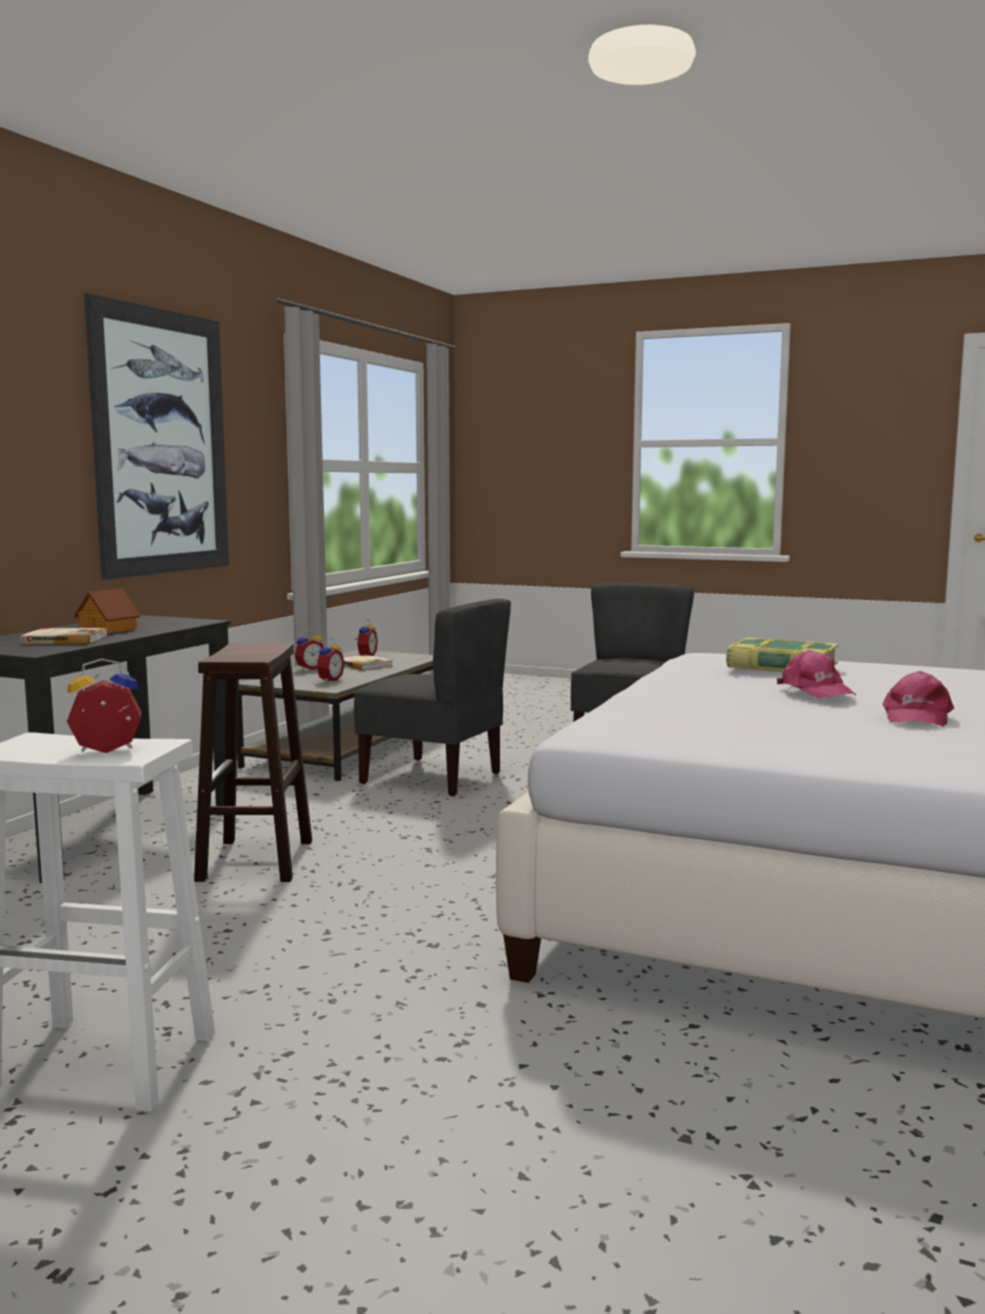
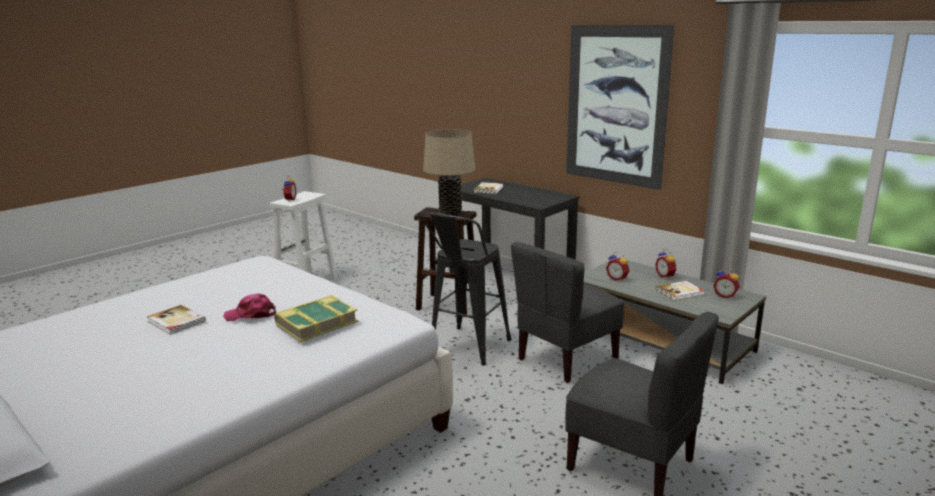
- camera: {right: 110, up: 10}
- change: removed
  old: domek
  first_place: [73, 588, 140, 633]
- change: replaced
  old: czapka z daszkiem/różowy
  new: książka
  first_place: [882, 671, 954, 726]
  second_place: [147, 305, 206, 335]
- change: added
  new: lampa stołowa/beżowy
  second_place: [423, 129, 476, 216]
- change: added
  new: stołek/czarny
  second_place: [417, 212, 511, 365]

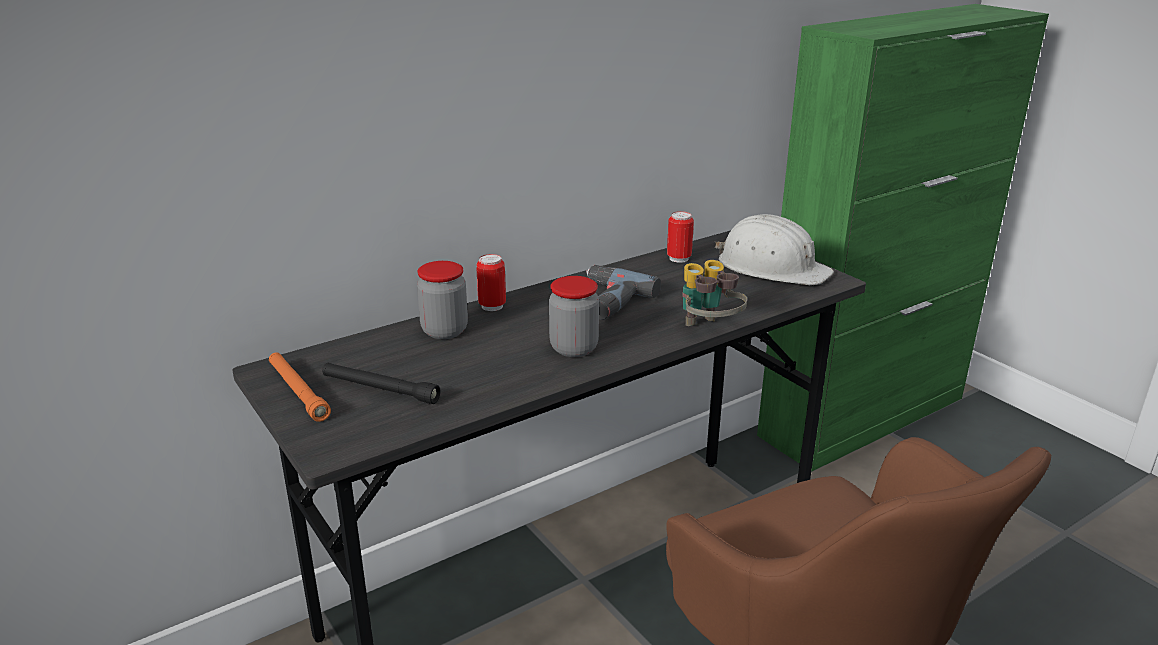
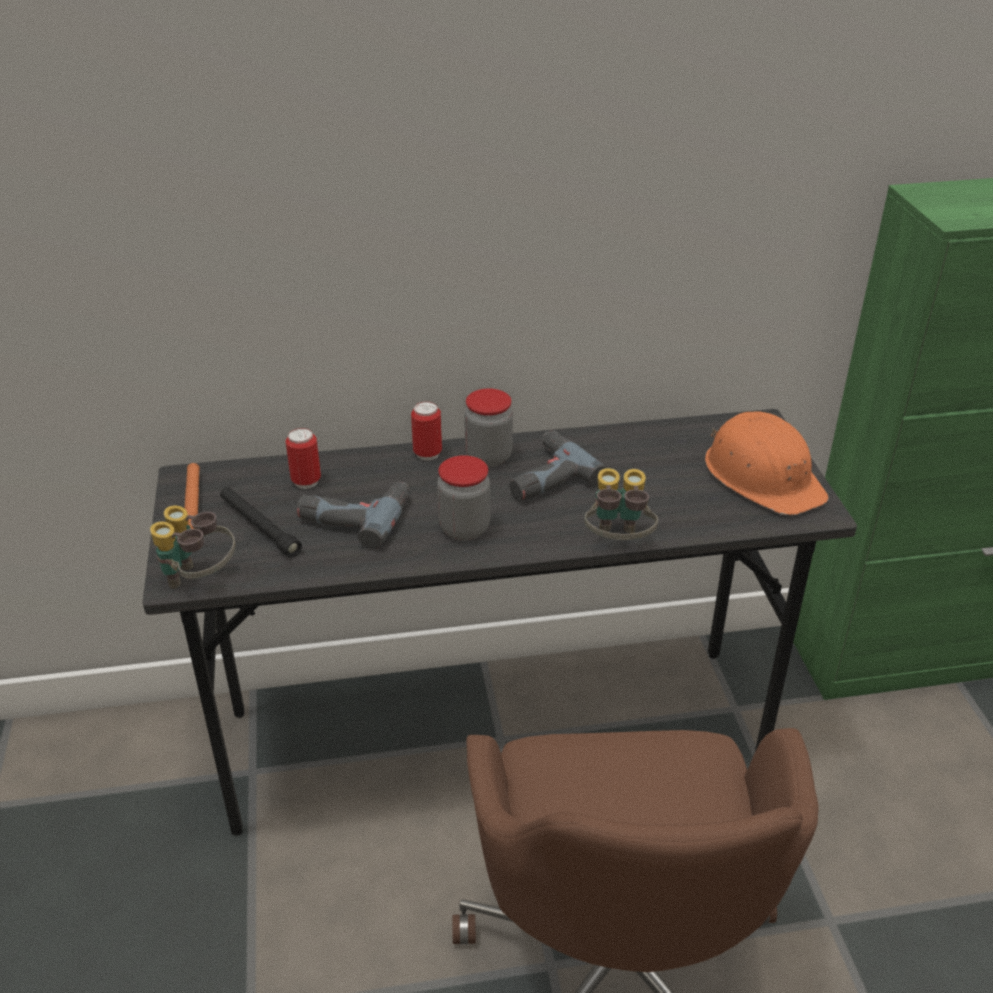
- camera: {right: 25, up: 10}
- change: moved
  old: puszka
  first_place: [667, 211, 694, 263]
  second_place: [285, 428, 321, 489]
- change: recoloured
  old: kask/biały
  new: kask/pomarańczowy
  first_place: [715, 214, 834, 285]
  second_place: [705, 411, 829, 515]
- change: moved
  old: słoik
  first_place: [417, 261, 468, 339]
  second_place: [464, 388, 513, 467]
- change: added
  new: wiertarka
  second_place: [296, 482, 410, 549]
- change: added
  new: lornetka
  second_place: [150, 505, 235, 589]

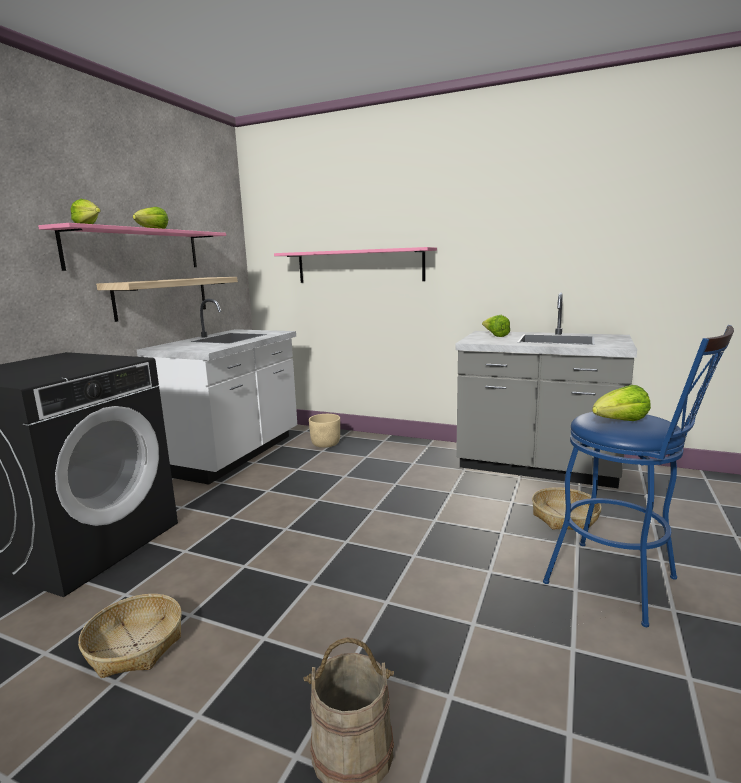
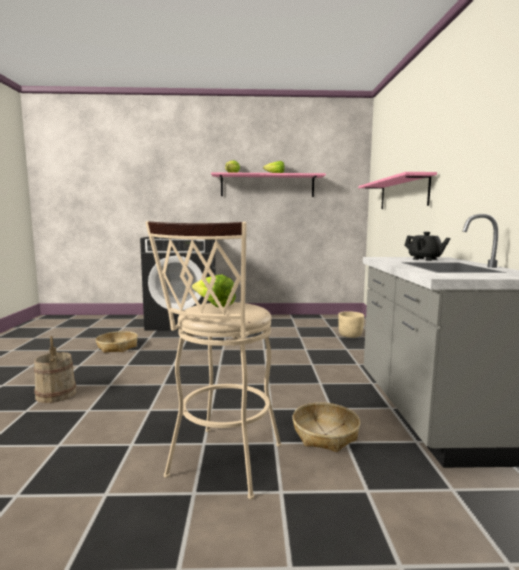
- camera: {right: 65, up: -5}
- change: removed
  old: półka
  first_place: [96, 277, 238, 322]
- change: removed
  old: zabudowa kuchenna/biały
  first_place: [137, 299, 297, 485]
- change: replaced
  old: sałata
  new: imbryk/czarny
  first_place: [482, 315, 510, 337]
  second_place: [405, 232, 451, 261]
- change: recoloured
  old: stołek/niebieski
  new: stołek/beżowy
  first_place: [543, 325, 734, 627]
  second_place: [145, 221, 282, 500]

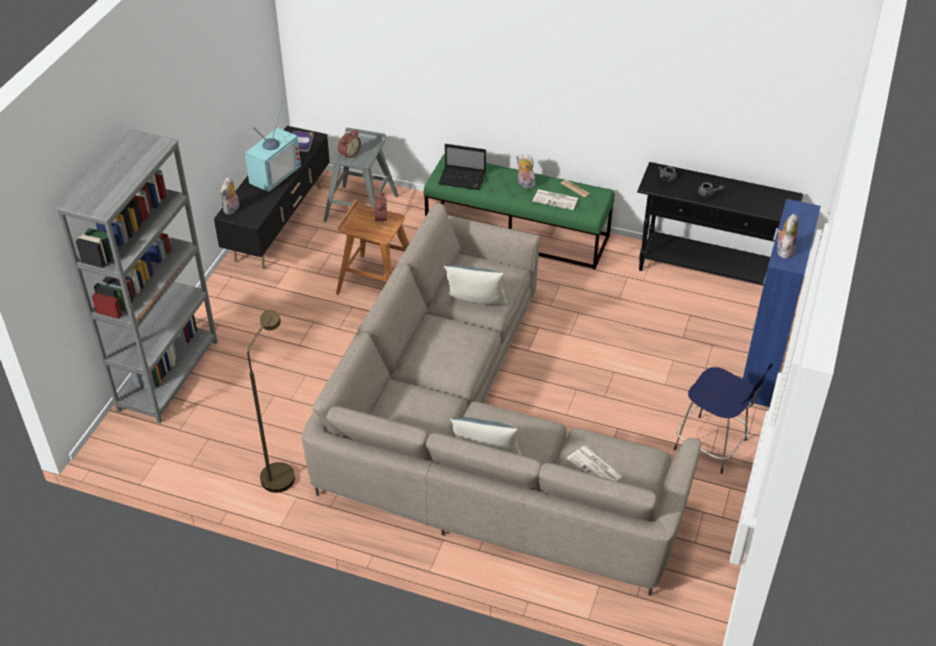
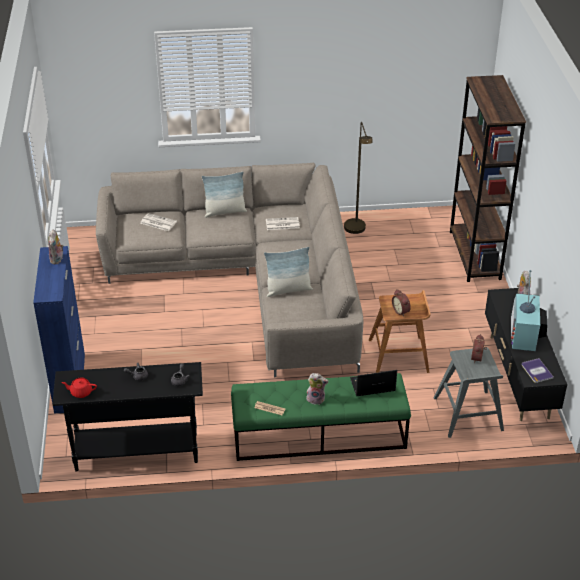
- camera: {right: 155, up: -5}
- change: recoloured
  old: regał/szary
  new: regał/brązowy
  first_place: [56, 129, 218, 423]
  second_place: [450, 75, 526, 282]
- change: moved
  old: gazeta
  first_place: [533, 189, 579, 210]
  second_place: [266, 217, 300, 230]
- change: removed
  old: stołek/niebieski
  first_place: [674, 363, 772, 474]
- change: added
  new: imbryk/czerwony
  second_place: [61, 378, 97, 398]

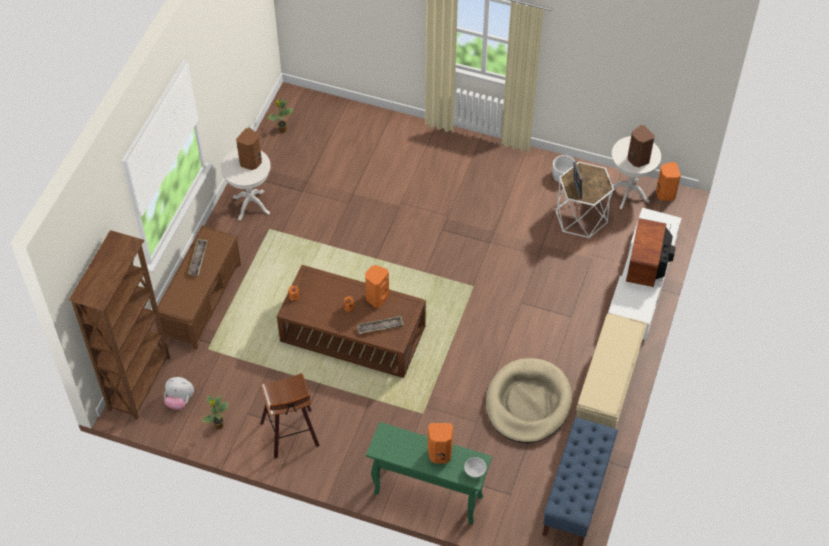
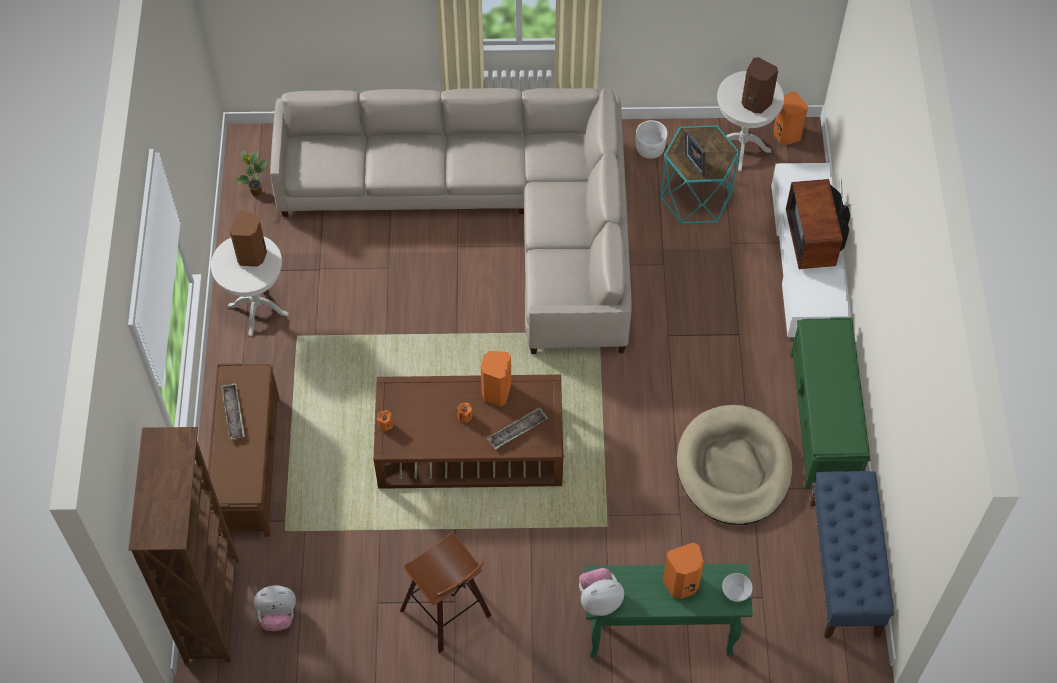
- camera: {right: -20, up: 5}
- change: recoloured
  old: stolik/biały
  new: stolik/turkusowy
  first_place: [555, 162, 614, 238]
  second_place: [660, 125, 740, 224]
- change: recoloured
  old: ławka/beżowy
  new: ławka/zielony
  first_place: [576, 314, 647, 429]
  second_place: [791, 317, 870, 489]
- change: removed
  old: roślina doniczkowa
  first_place: [202, 395, 229, 430]
- change: added
  new: kanapa/beżowy
  second_place: [270, 88, 632, 354]
- change: added
  new: pluszak
  second_place: [579, 568, 624, 616]

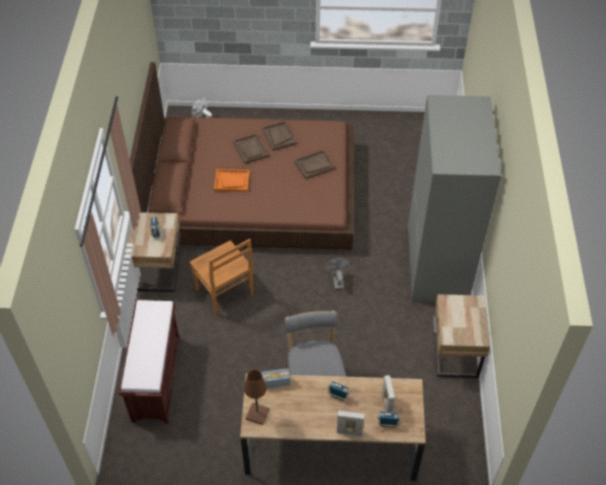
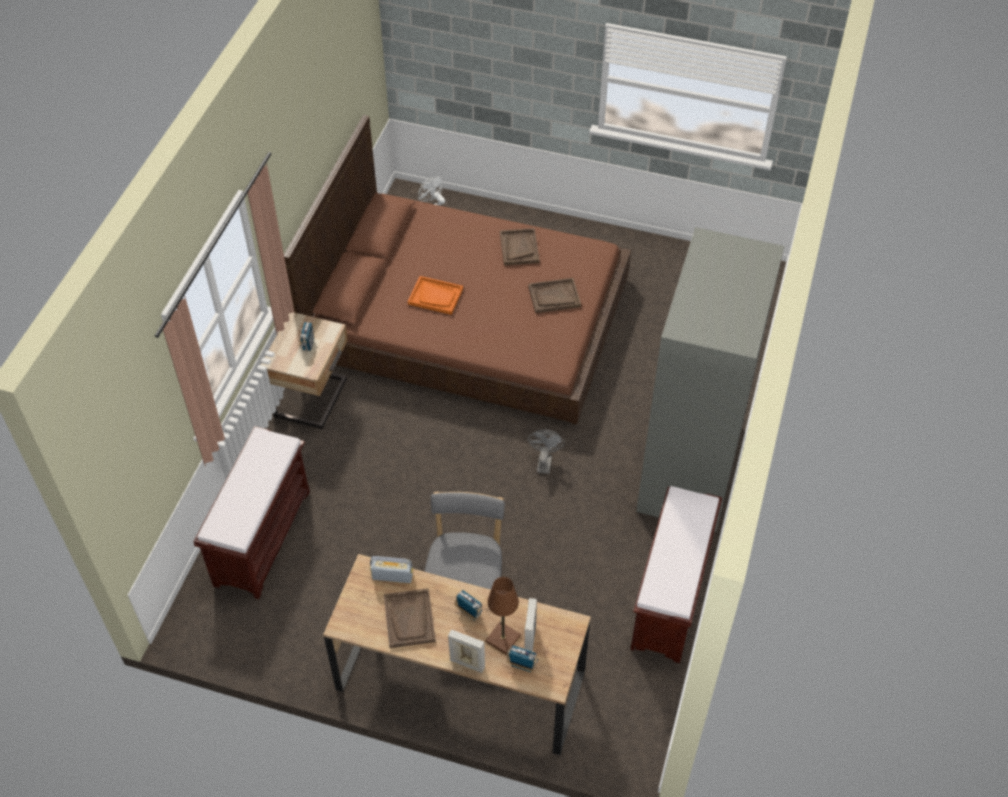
- camera: {right: 15, up: 0}
- change: moved
  old: taca/brązowy
  first_place: [233, 133, 269, 164]
  second_place: [384, 588, 436, 648]
- change: removed
  old: krzesło/brązowy
  first_place: [190, 239, 253, 316]
- change: replaced
  old: szafka nocna/beżowy
  new: ławka/brązowy
  first_place: [433, 294, 490, 378]
  second_place: [630, 486, 722, 663]
- change: moved
  old: lampa stołowa/brązowy
  first_place: [244, 370, 269, 425]
  second_place: [486, 577, 521, 655]

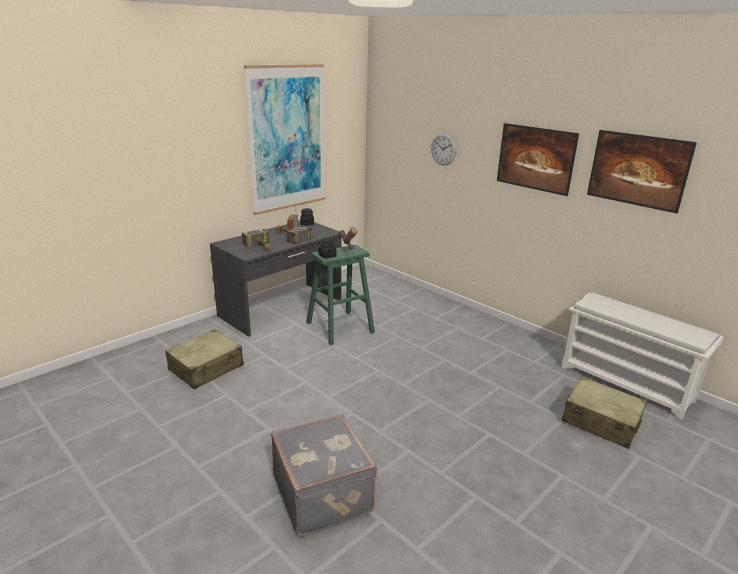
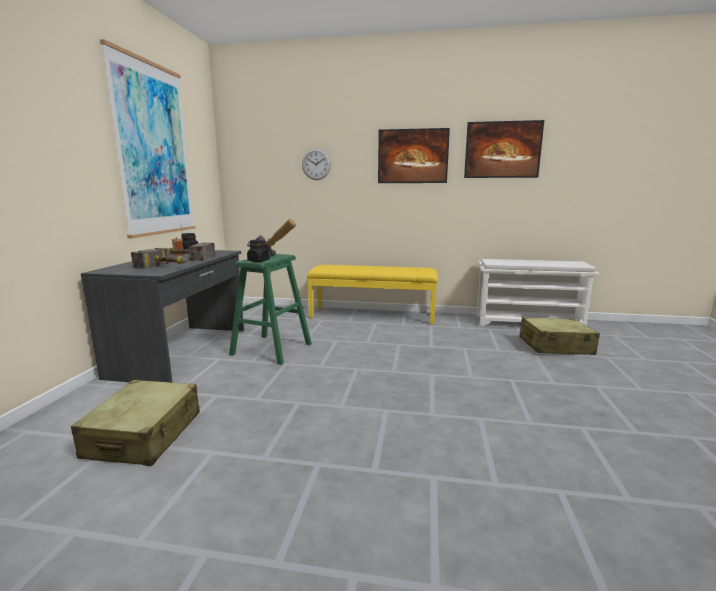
- camera: {right: -35, up: -10}
- change: removed
  old: walizka/szary
  first_place: [271, 414, 377, 537]
- change: added
  new: ławka/żółty
  second_place: [307, 265, 438, 325]

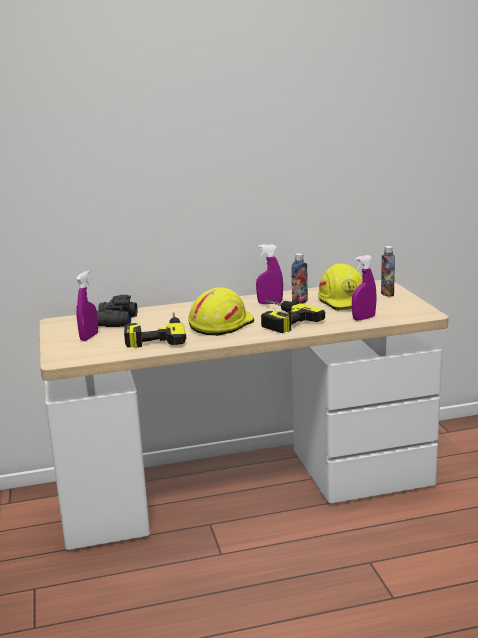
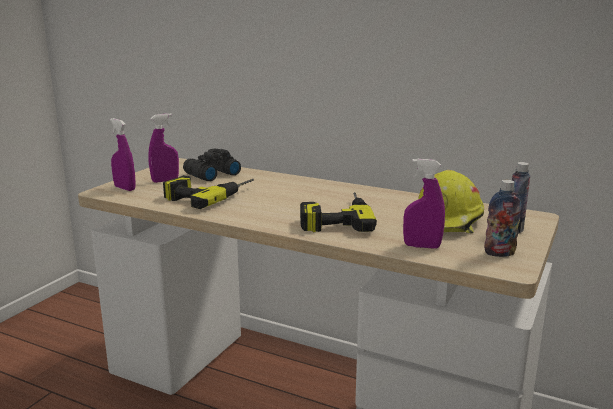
- camera: {right: 40, up: 0}
- change: moved
  old: spryskiwacz/fioletowy
  first_place: [256, 244, 283, 304]
  second_place: [110, 118, 136, 191]
- change: moved
  old: butelka
  first_place: [292, 253, 308, 304]
  second_place: [484, 180, 522, 257]
- change: removed
  old: kask/żółty
  first_place: [188, 287, 254, 336]

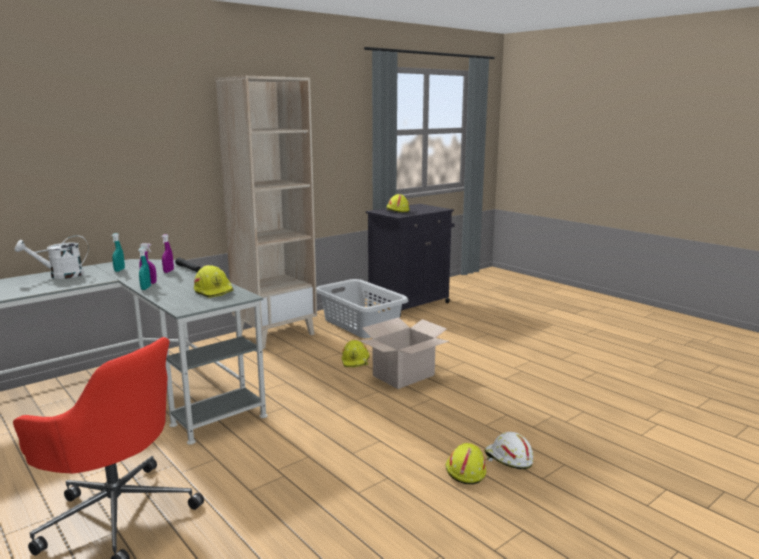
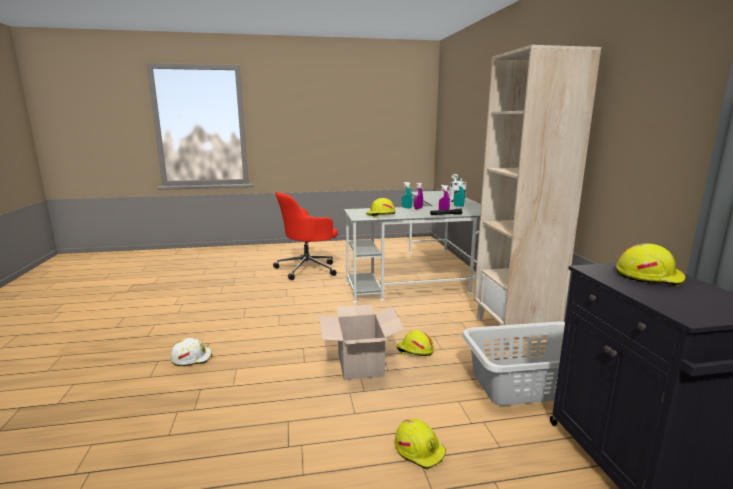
- camera: {right: 120, up: 0}
- change: moved
  old: kask/żółty
  first_place: [446, 443, 486, 485]
  second_place: [395, 419, 446, 469]

